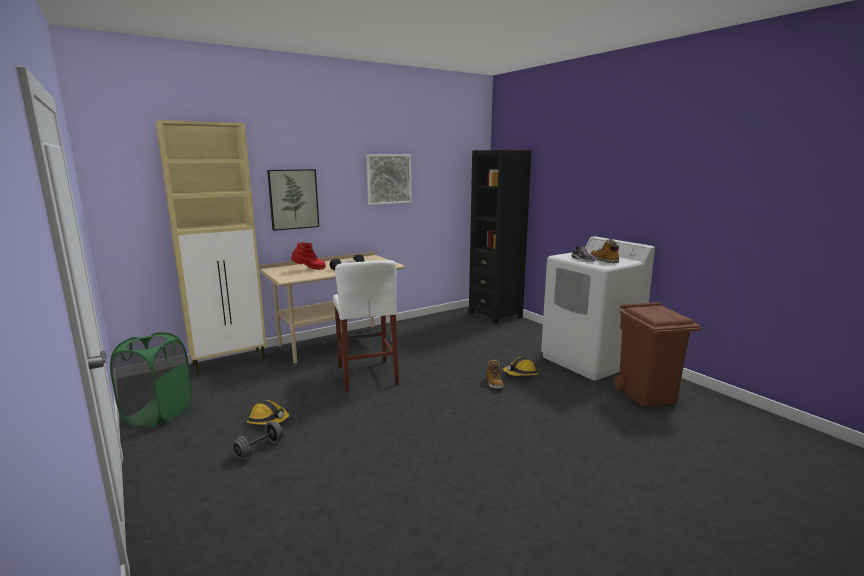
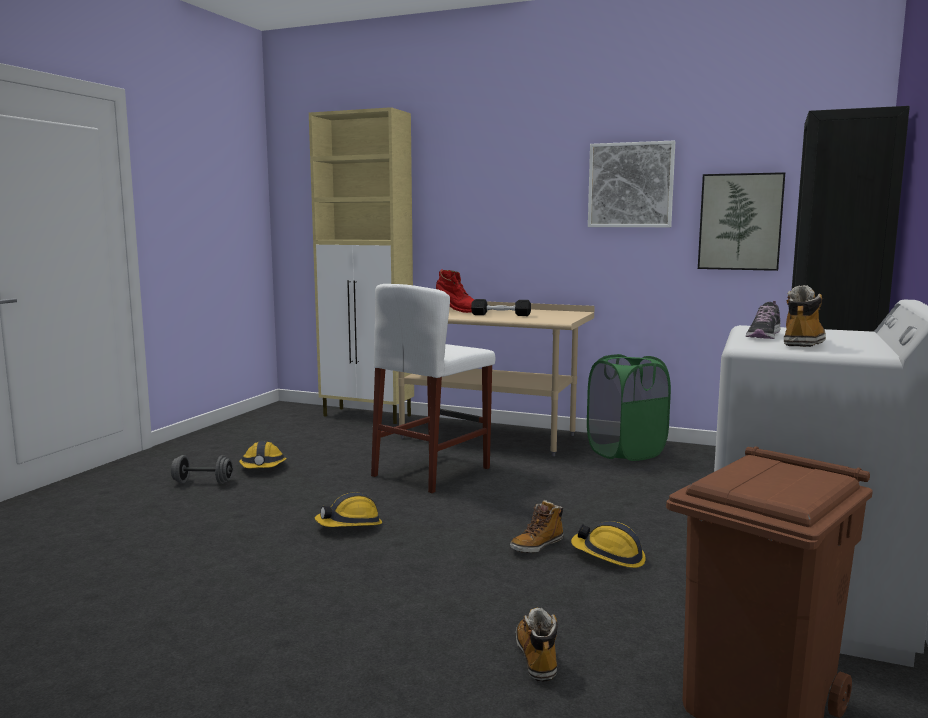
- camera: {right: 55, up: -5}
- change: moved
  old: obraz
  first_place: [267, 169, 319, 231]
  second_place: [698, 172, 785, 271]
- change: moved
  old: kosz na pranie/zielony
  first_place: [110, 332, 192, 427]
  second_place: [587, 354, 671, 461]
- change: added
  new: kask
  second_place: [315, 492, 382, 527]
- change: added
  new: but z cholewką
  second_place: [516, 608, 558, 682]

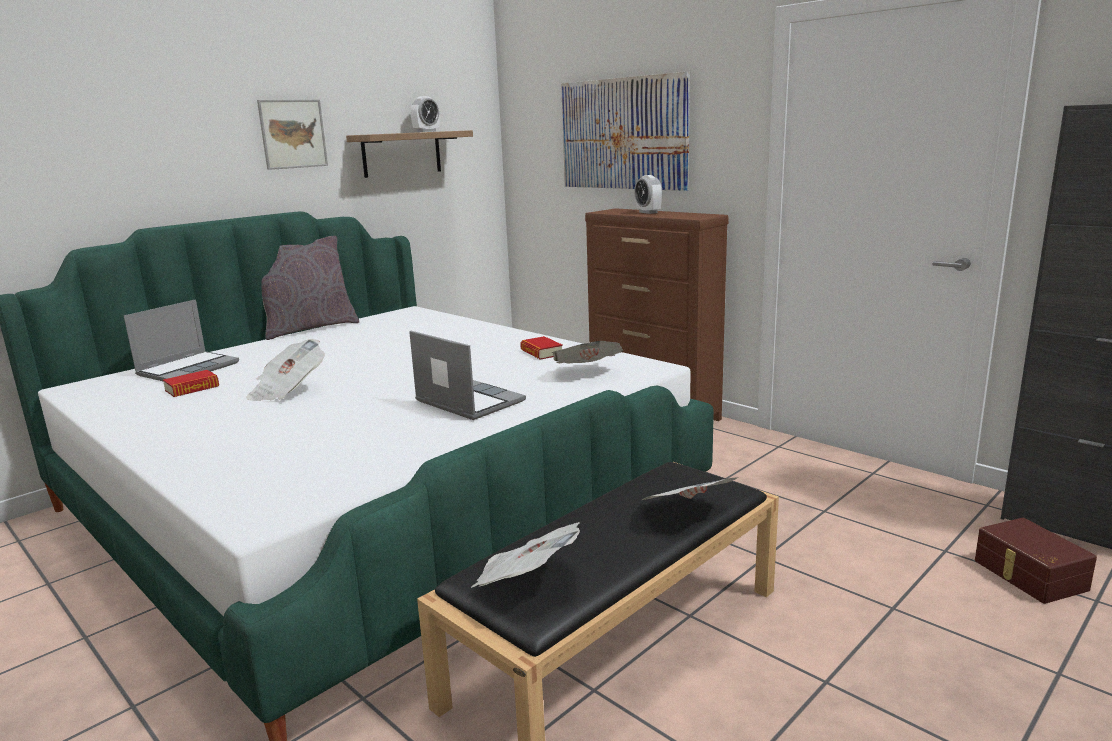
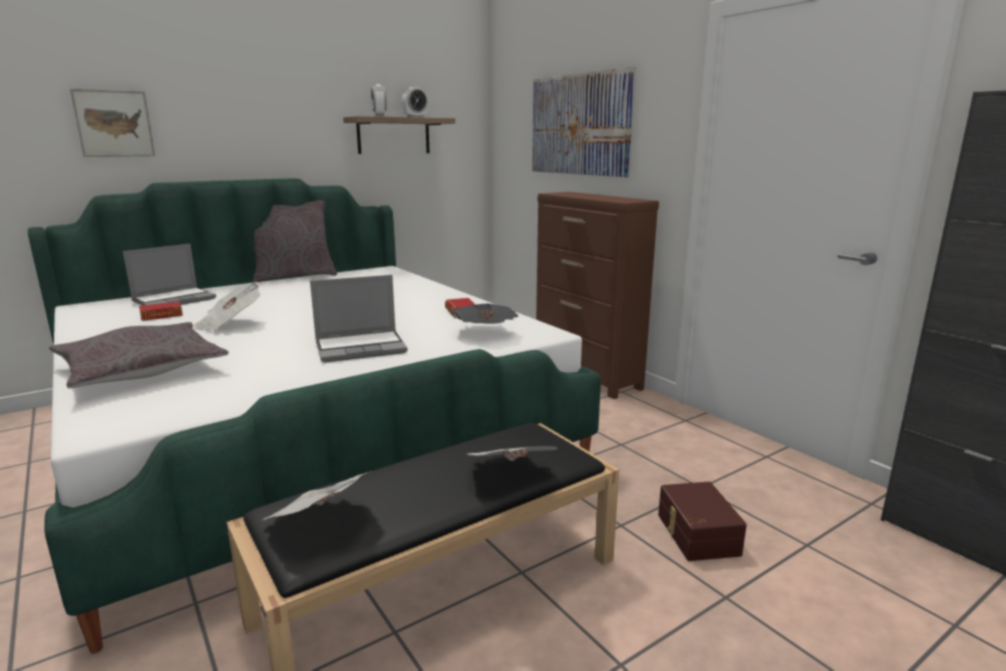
- camera: {right: 10, up: 0}
- change: moved
  old: obraz
  first_place: [257, 100, 328, 170]
  second_place: [70, 89, 155, 157]
- change: moved
  old: budzik
  first_place: [634, 175, 662, 214]
  second_place: [371, 84, 387, 117]
- change: turned
  old: laptop
  first_place: [409, 331, 526, 420]
  second_place: [310, 275, 408, 363]
  degrees: 105
- change: moved
  old: pojemnik do przechowywania/brązowy
  first_place: [975, 518, 1097, 604]
  second_place: [658, 482, 747, 561]
- change: added
  new: poduszka/szary
  second_place: [49, 322, 229, 388]

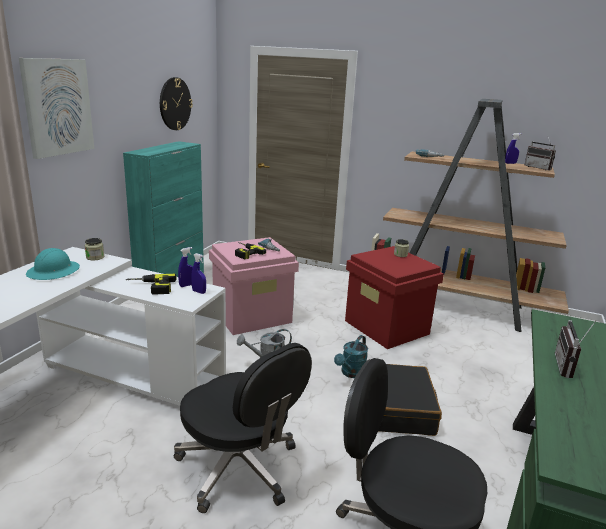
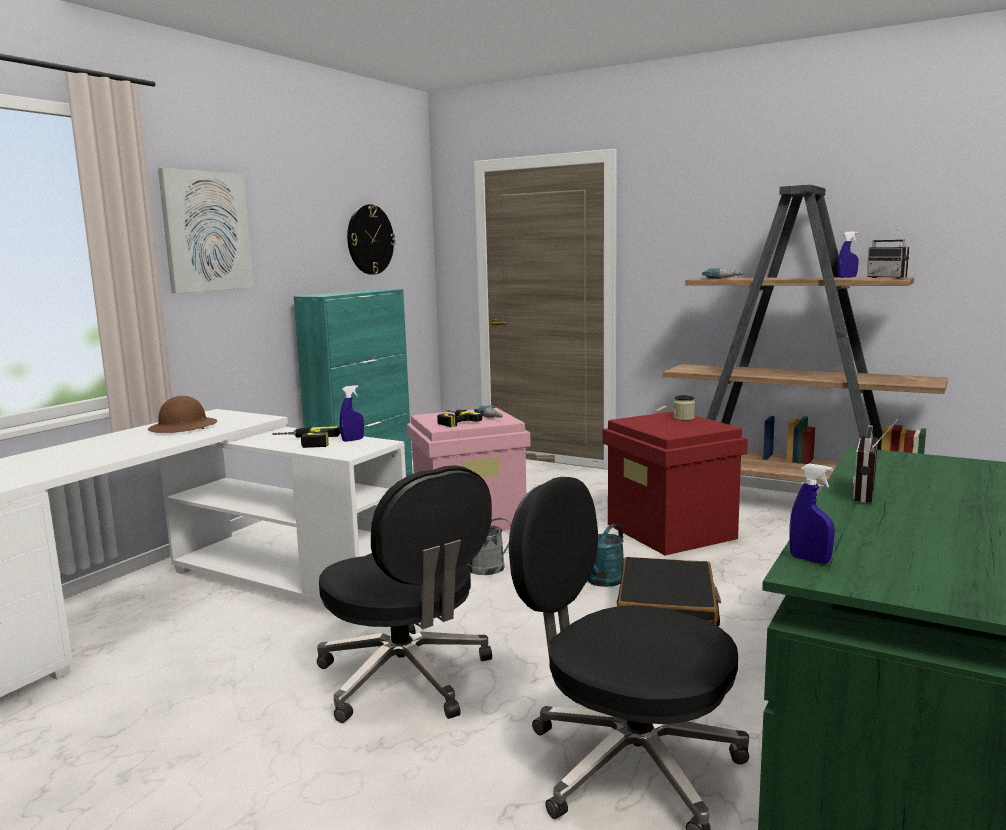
- camera: {right: 10, up: -10}
- change: removed
  old: słoik
  first_place: [85, 238, 104, 260]
- change: recoloured
  old: kask/turkusowy
  new: kask/brązowy
  first_place: [26, 248, 80, 280]
  second_place: [148, 396, 217, 433]
- change: moved
  old: spryskiwacz/niebieski
  first_place: [191, 253, 206, 294]
  second_place: [789, 463, 835, 564]

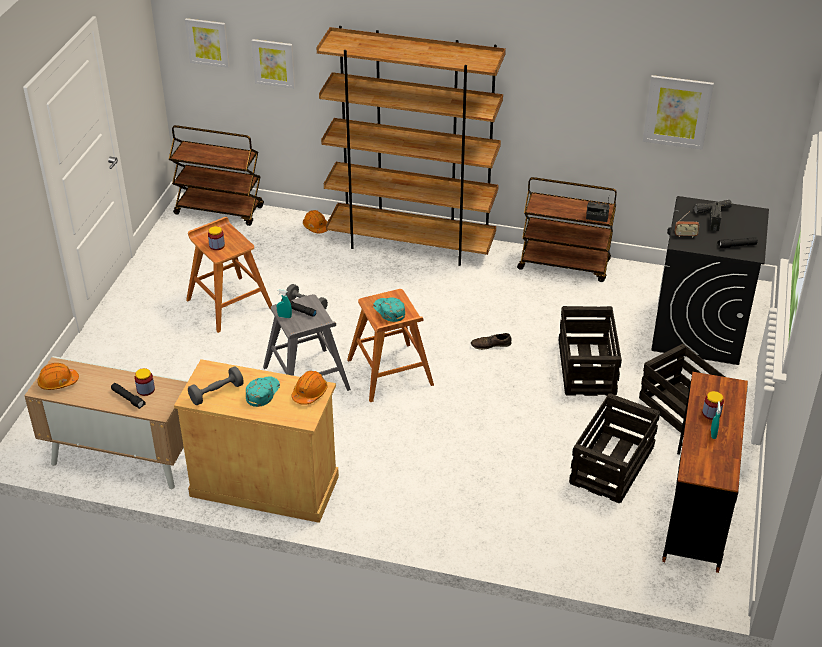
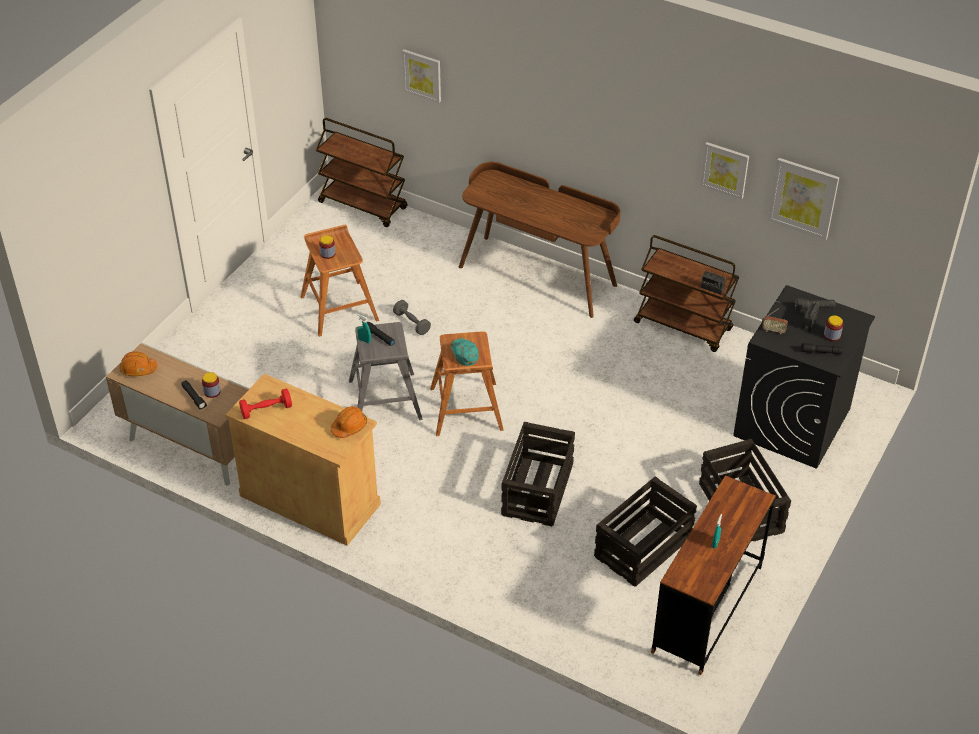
- camera: {right: 15, up: 5}
- change: moved
  old: obraz
  first_place: [185, 18, 230, 68]
  second_place: [700, 142, 749, 199]
- change: replaced
  old: regał/brązowy
  new: biurko/brązowy
  first_place: [316, 26, 506, 266]
  second_place: [459, 162, 620, 318]
- change: removed
  old: kask/pomarańczowy
  first_place: [303, 210, 328, 233]
- change: moved
  old: skrzynka
  first_place: [559, 306, 622, 396]
  second_place: [501, 422, 575, 526]
- change: removed
  old: but/brązowy
  first_place: [471, 333, 512, 350]
- change: recoloured
  old: hantel/szary
  new: hantel/czerwony
  first_place: [188, 366, 244, 405]
  second_place: [239, 388, 292, 419]
- change: removed
  old: czapka z daszkiem/turkusowy
  first_place: [246, 377, 280, 407]
- change: moved
  old: słoik
  first_place: [702, 391, 724, 420]
  second_place: [824, 315, 843, 341]

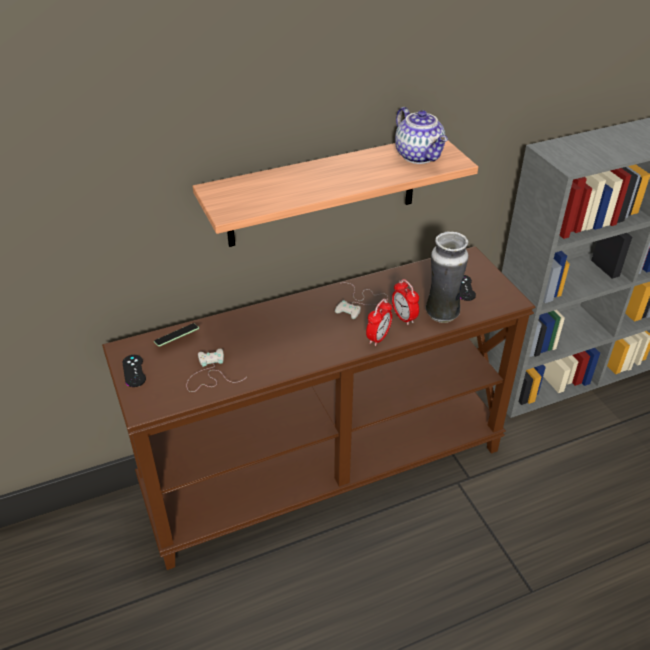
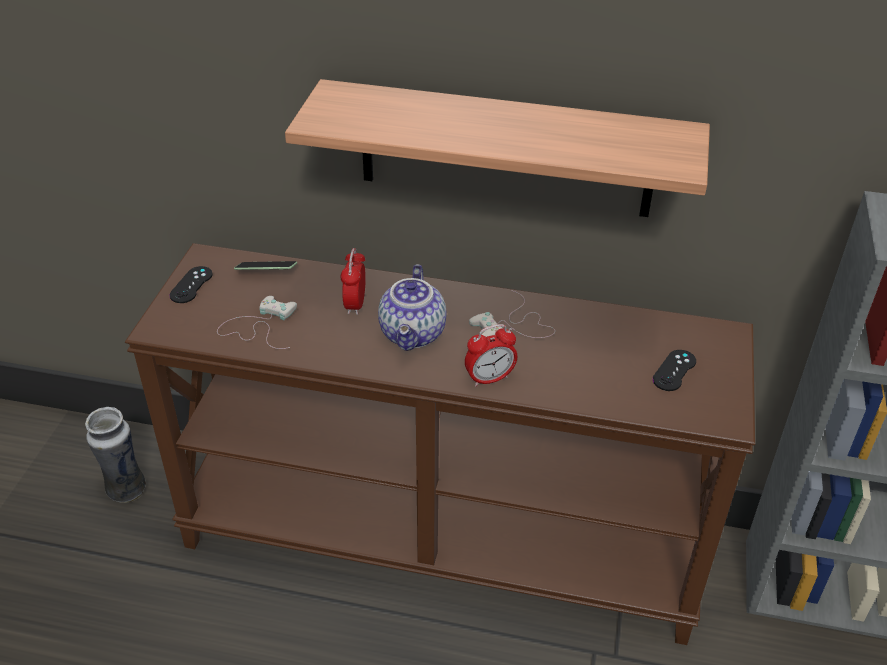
- camera: {right: 35, up: 0}
- change: moved
  old: imbryk
  first_place: [395, 107, 448, 164]
  second_place: [378, 264, 447, 351]
- change: moved
  old: wazon
  first_place: [426, 231, 468, 323]
  second_place: [85, 407, 146, 503]
- change: moved
  old: budzik
  first_place: [392, 279, 419, 325]
  second_place: [341, 248, 366, 315]

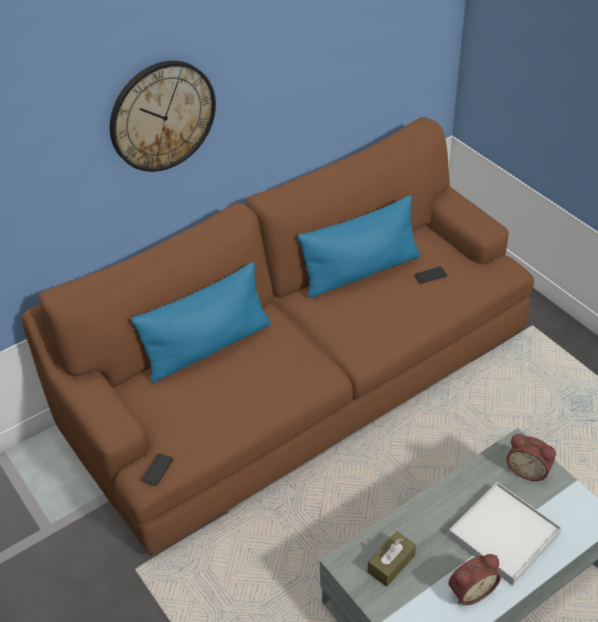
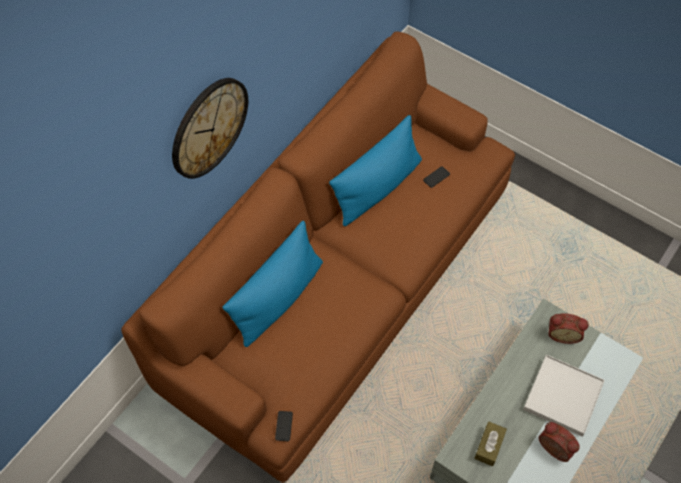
- camera: {right: -20, up: 15}
- change: turned
  old: budzik
  first_place: [448, 554, 501, 605]
  second_place: [539, 422, 580, 462]
  degrees: -90

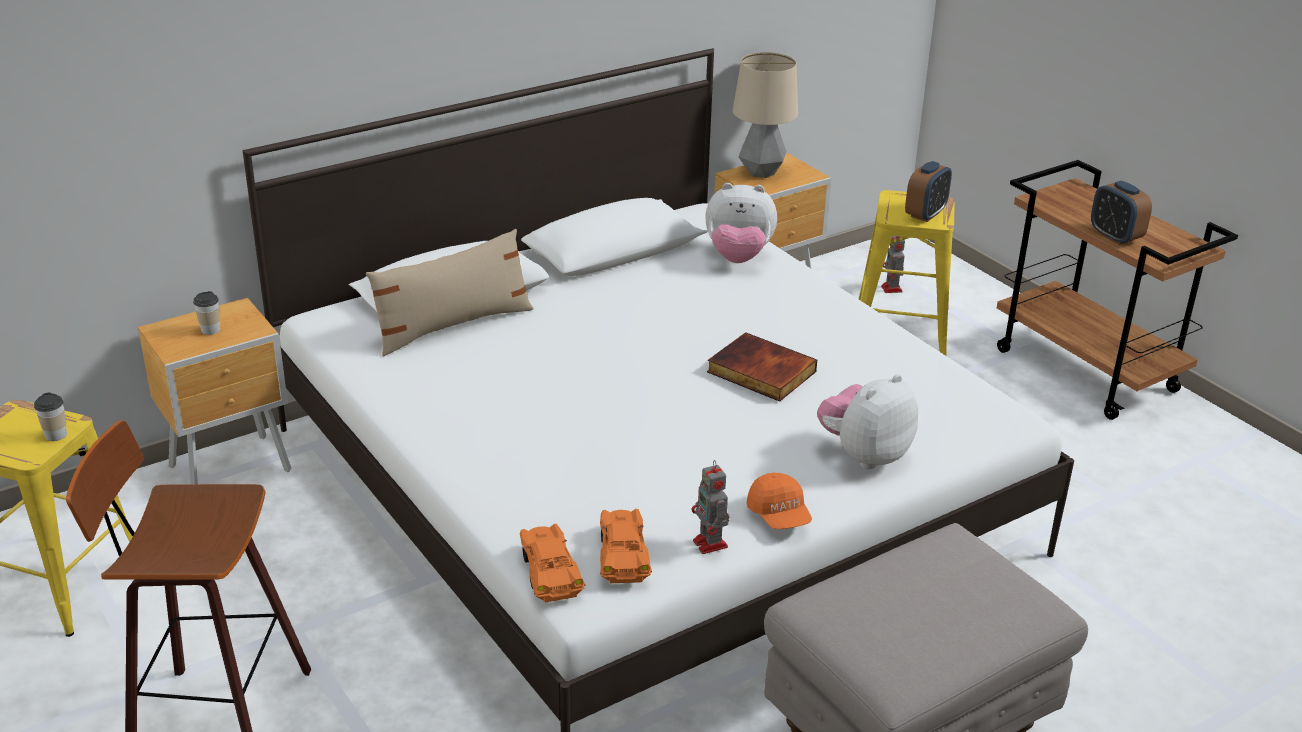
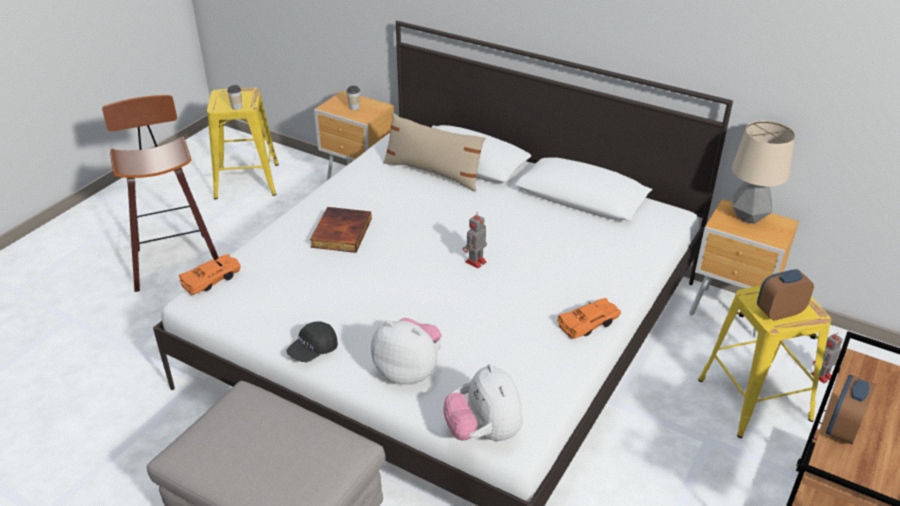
- camera: {right: 65, up: 5}
- change: turned
  old: budzik
  first_place: [905, 161, 952, 222]
  second_place: [757, 269, 814, 321]
  degrees: 150
- change: moved
  old: pluszak
  first_place: [705, 183, 777, 263]
  second_place: [443, 364, 523, 441]
- change: moved
  old: książka
  first_place: [707, 332, 817, 402]
  second_place: [310, 207, 372, 253]
- change: moved
  old: robot zabawkowy
  first_place: [691, 460, 729, 554]
  second_place: [463, 212, 487, 269]
- change: recoloured
  old: czapka z daszkiem/pomarańczowy
  new: czapka z daszkiem/czarny
  first_place: [747, 473, 812, 529]
  second_place: [286, 321, 338, 362]
- change: moved
  old: samochodzik/pomarańczowy
  first_place: [600, 509, 652, 583]
  second_place: [558, 298, 621, 339]

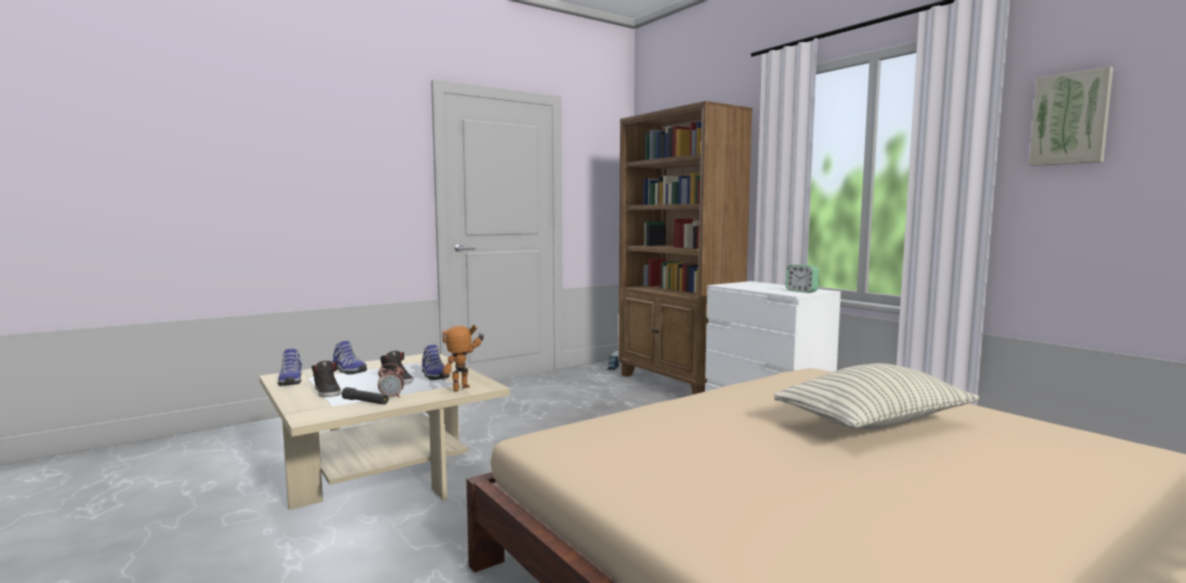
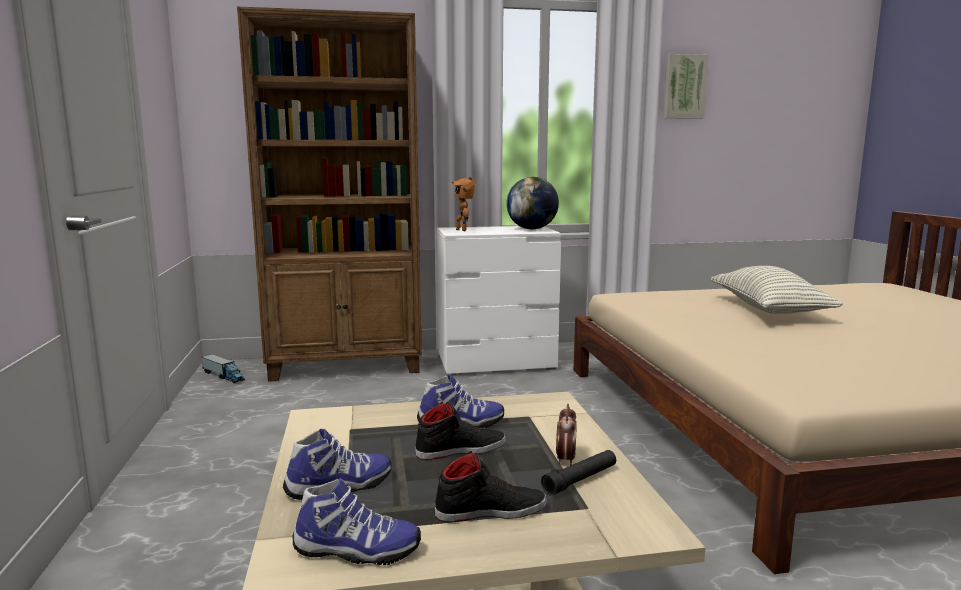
- camera: {right: -65, up: 5}
- change: replaced
  old: budzik
  new: globus
  first_place: [786, 265, 819, 293]
  second_place: [506, 177, 559, 229]
- change: moved
  old: robot zabawkowy
  first_place: [442, 325, 484, 392]
  second_place: [452, 177, 475, 231]

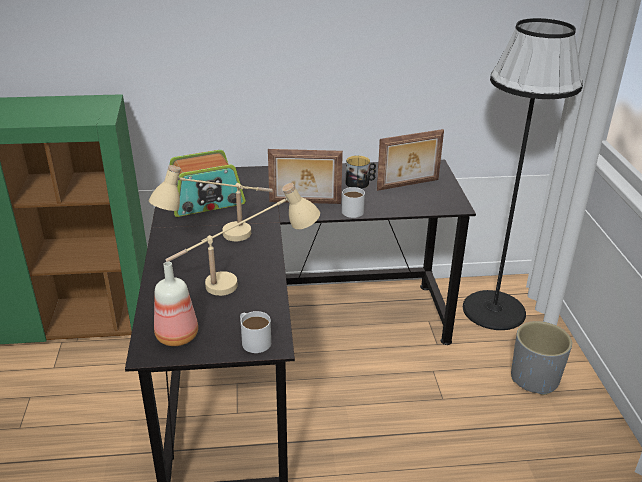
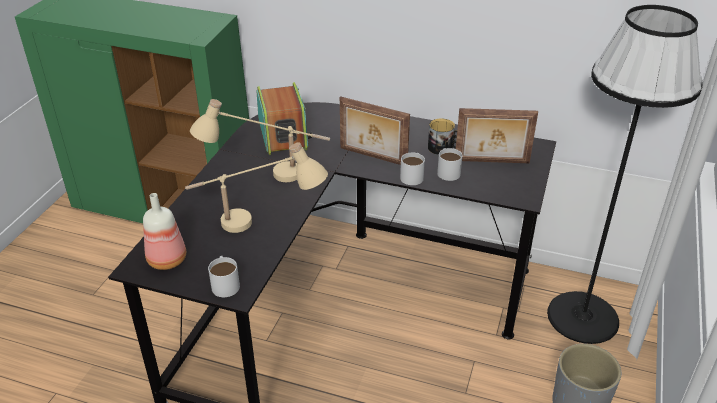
- camera: {right: 25, up: 5}
- change: turned
  old: radio
  first_place: [170, 150, 245, 217]
  second_place: [256, 82, 313, 155]
  degrees: -105
- change: added
  new: kubek/biały
  second_place: [437, 148, 463, 181]

